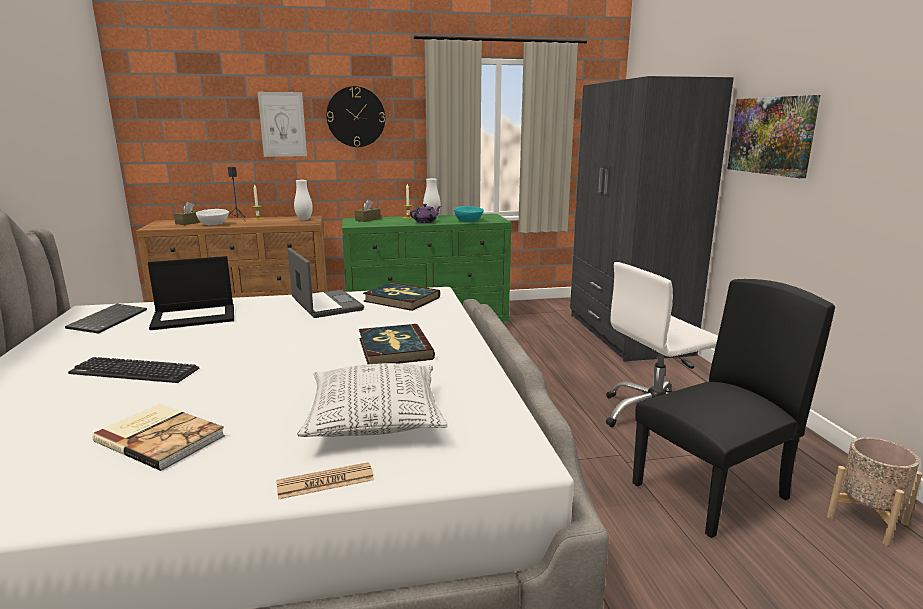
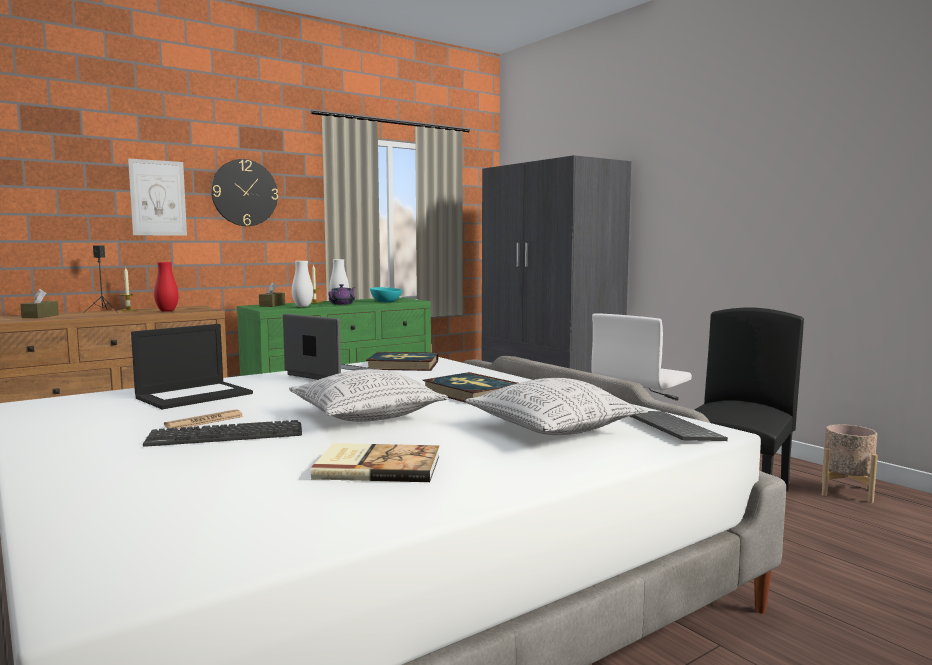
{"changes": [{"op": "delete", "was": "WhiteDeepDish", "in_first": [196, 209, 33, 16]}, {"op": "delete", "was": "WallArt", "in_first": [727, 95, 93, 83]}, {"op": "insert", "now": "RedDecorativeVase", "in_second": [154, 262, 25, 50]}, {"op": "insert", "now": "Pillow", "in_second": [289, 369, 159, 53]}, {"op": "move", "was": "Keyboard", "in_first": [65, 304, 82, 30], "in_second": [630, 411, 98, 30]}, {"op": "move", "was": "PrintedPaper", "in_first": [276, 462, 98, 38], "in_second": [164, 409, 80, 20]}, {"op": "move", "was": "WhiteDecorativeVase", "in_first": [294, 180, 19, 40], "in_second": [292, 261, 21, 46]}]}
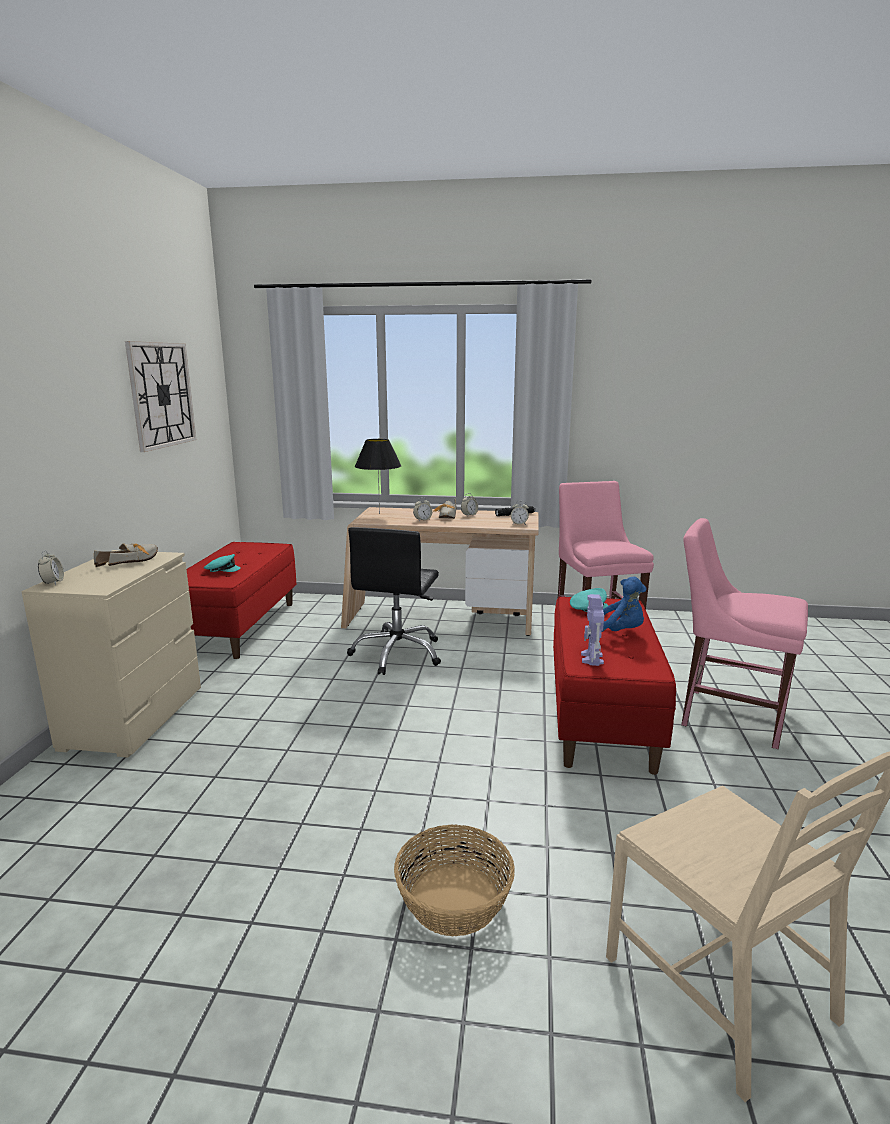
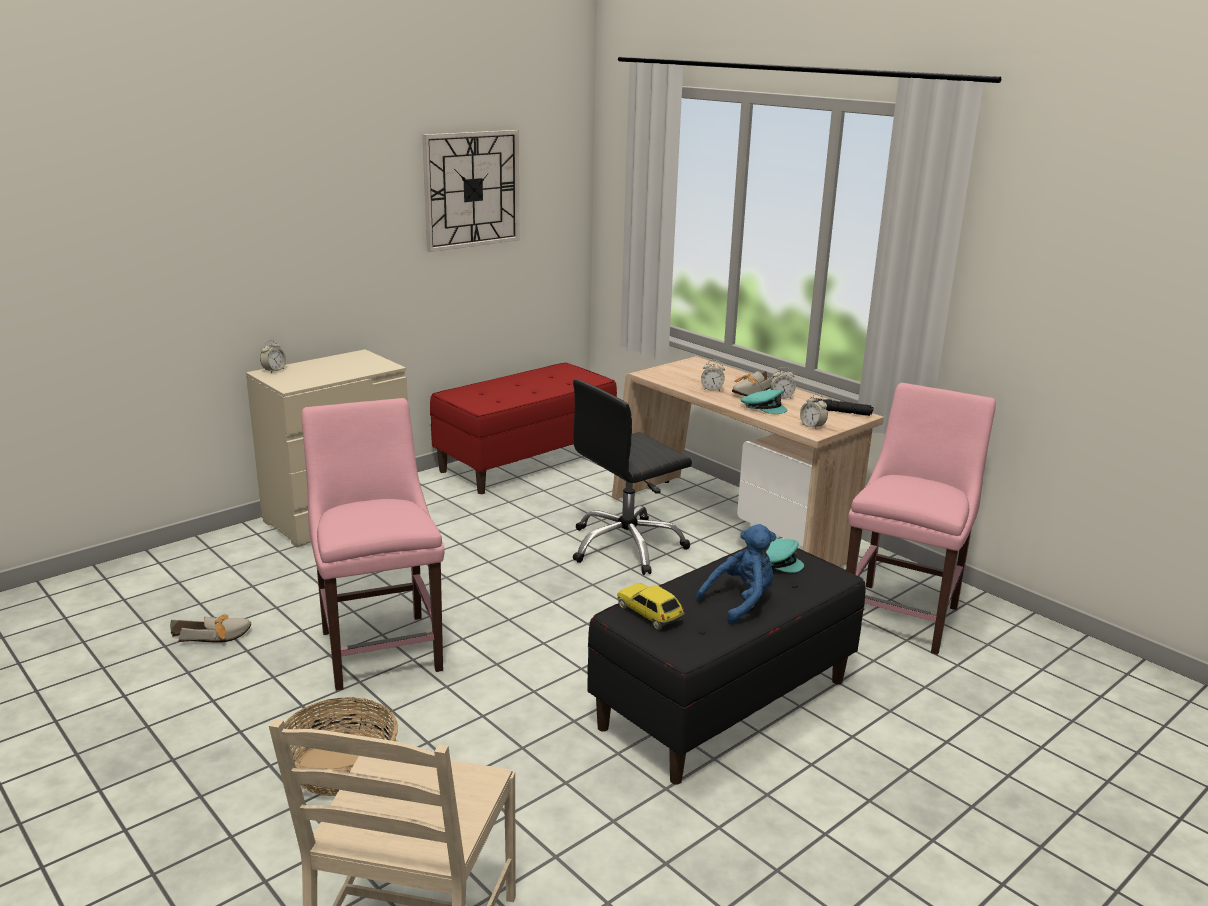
{"changes": [{"op": "delete", "was": "BlackTabletopLamp", "in_first": [355, 439, 47, 75]}, {"op": "move", "was": "LowShoe", "in_first": [94, 543, 64, 24], "in_second": [170, 614, 81, 29]}, {"op": "move", "was": "TurquoiseColouredPeakedCap", "in_first": [204, 554, 37, 18], "in_second": [740, 390, 48, 24]}, {"op": "move", "was": "PinkColouredChair", "in_first": [681, 518, 127, 231], "in_second": [301, 398, 143, 293]}, {"op": "replace", "was": "ModelRobot", "now": "ModelCar", "in_first": [581, 594, 23, 72], "in_second": [617, 583, 68, 47]}, {"op": "recolor", "was": "RedLongSeat", "now": "BlackLongSeat", "in_first": [553, 597, 123, 178], "in_second": [587, 547, 278, 238]}, {"op": "rotate", "was": "BlueColouredSoftToy", "in_first": [589, 577, 58, 59], "in_second": [696, 524, 80, 100], "clockwise": -90}]}
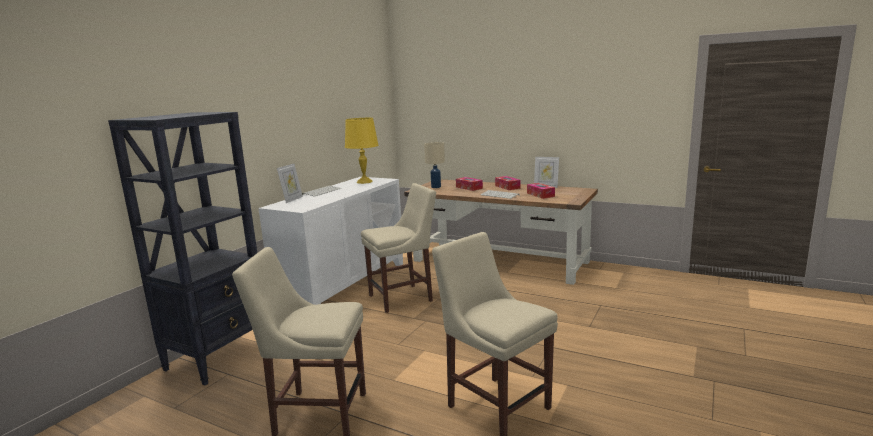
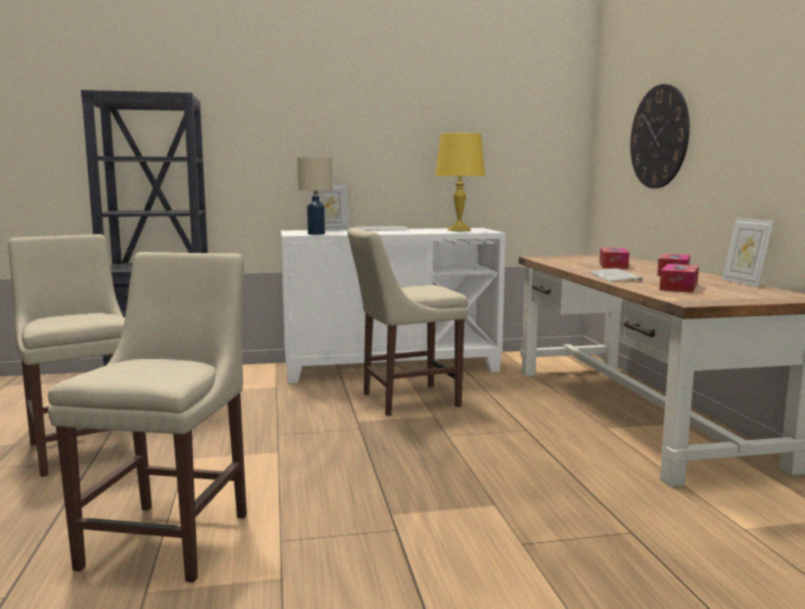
{"changes": [{"op": "insert", "now": "ClockOnTheWall", "in_second": [630, 84, 60, 104]}, {"op": "move", "was": "BeigeTabletopLamp", "in_first": [424, 142, 21, 46], "in_second": [297, 157, 35, 78]}, {"op": "rotate", "was": "BeigeChair", "in_first": [361, 183, 75, 130], "in_second": [347, 228, 121, 188], "clockwise": 135}]}
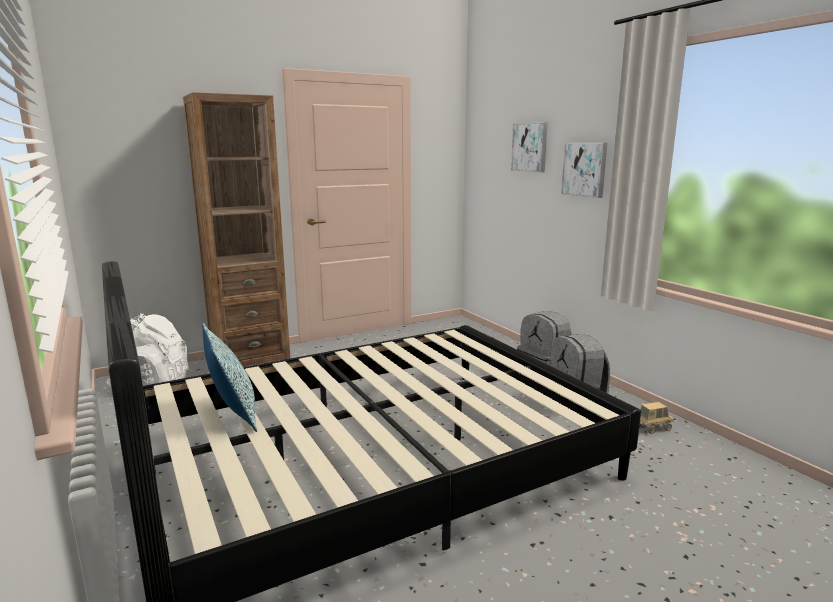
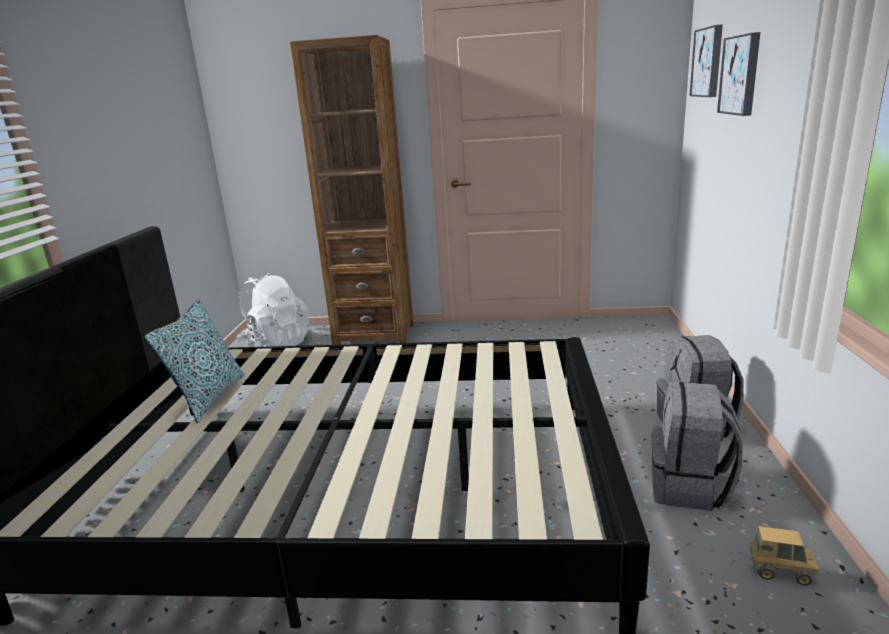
{"changes": [{"op": "move", "was": "WallArt", "in_first": [561, 143, 46, 55], "in_second": [689, 24, 34, 73]}]}
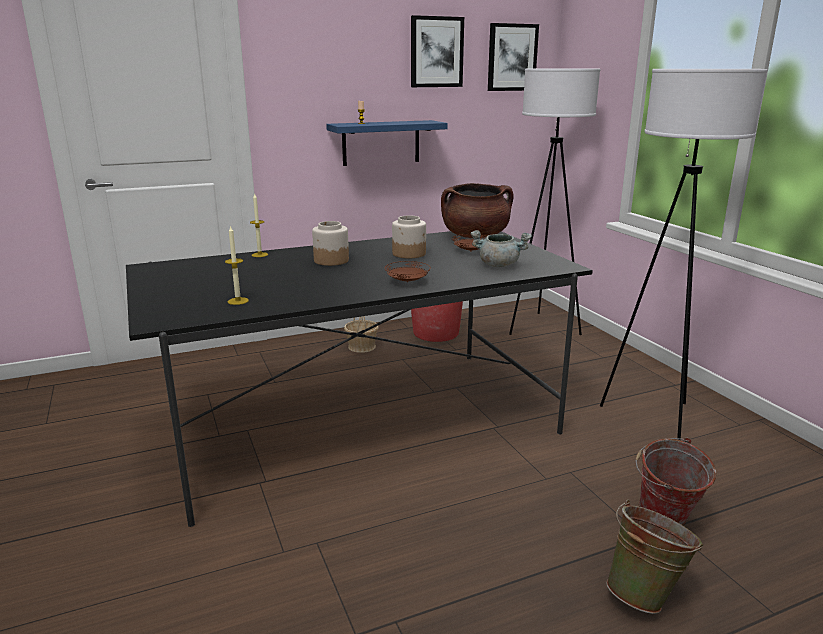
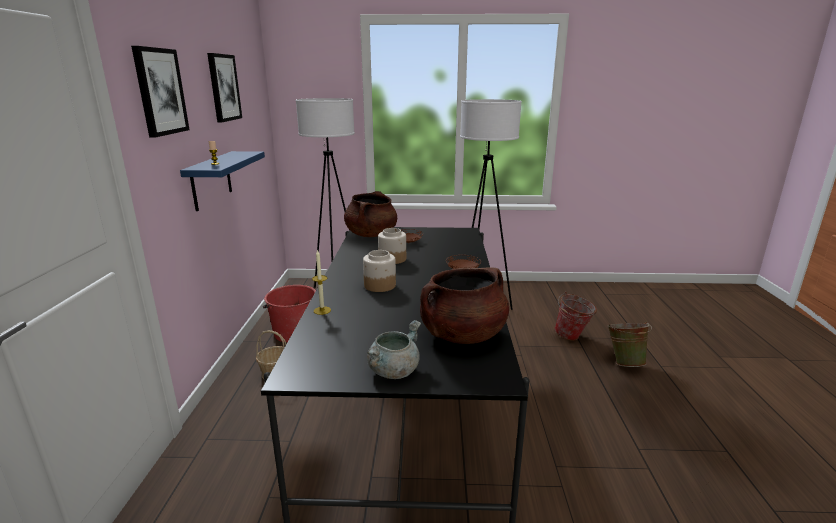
{"changes": [{"op": "move", "was": "GrayStockpot", "in_first": [470, 230, 62, 37], "in_second": [367, 320, 54, 59]}, {"op": "move", "was": "WallArt", "in_first": [488, 23, 51, 68], "in_second": [131, 46, 59, 92]}, {"op": "replace", "was": "Candle", "now": "BrownishStockpot", "in_first": [225, 225, 24, 80], "in_second": [420, 267, 89, 77]}]}
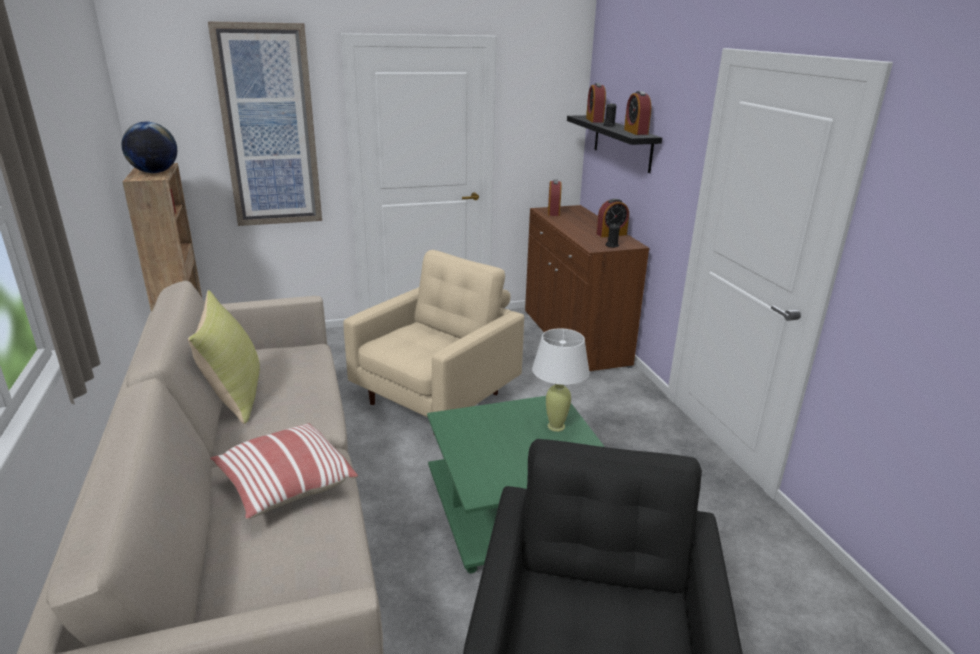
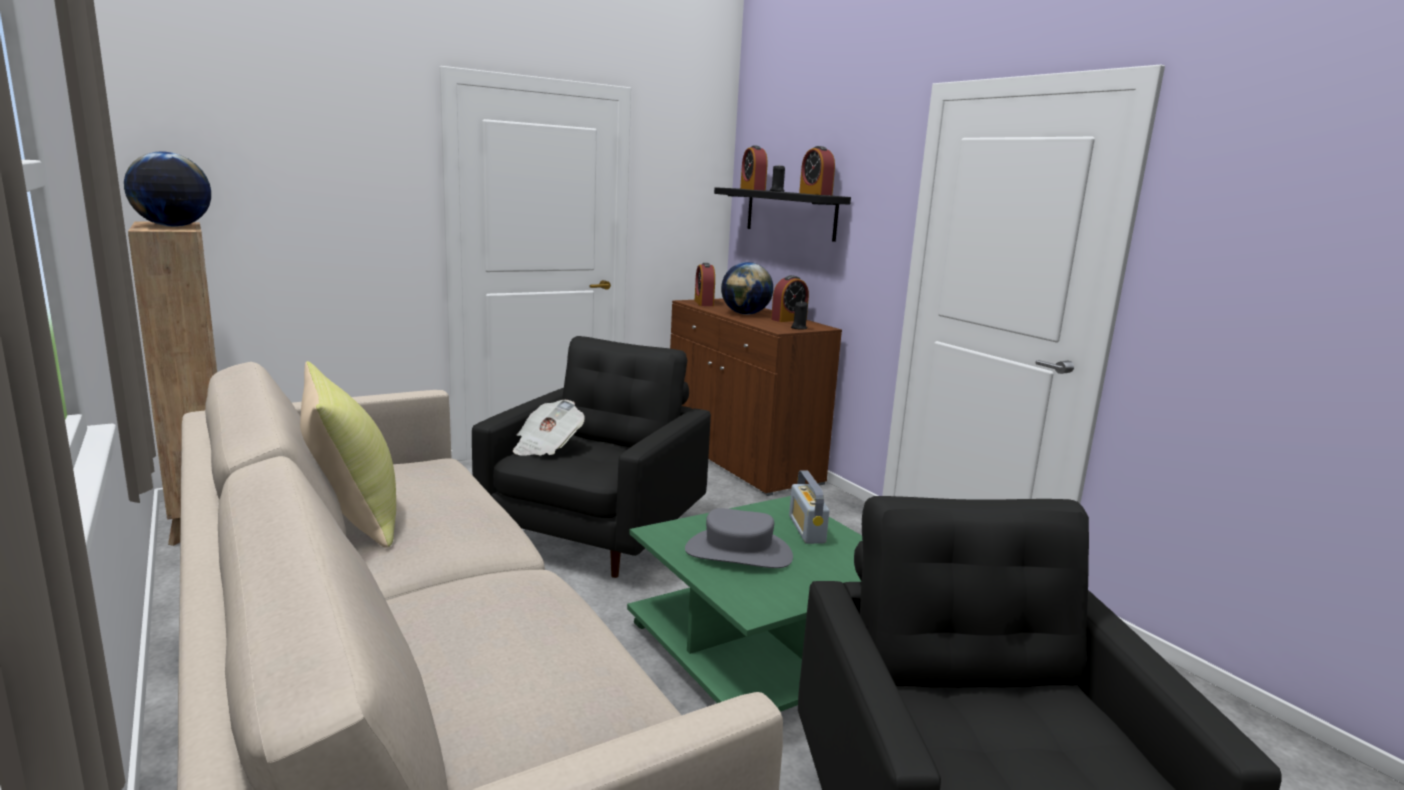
{"changes": [{"op": "delete", "was": "WallArt", "in_first": [208, 21, 114, 205]}, {"op": "delete", "was": "Pillow", "in_first": [210, 423, 148, 97]}, {"op": "insert", "now": "PrintedPaper", "in_second": [513, 400, 72, 56]}, {"op": "insert", "now": "GrayClothingHat", "in_second": [685, 508, 108, 60]}, {"op": "insert", "now": "WorldGlobe", "in_second": [721, 262, 52, 53]}, {"op": "replace", "was": "WhiteTabletopLamp", "now": "RadioReceiver", "in_first": [532, 328, 58, 104], "in_second": [789, 471, 40, 73]}, {"op": "recolor", "was": "BeigeLoungeChair", "now": "BlackLoungeChair", "in_first": [343, 250, 181, 186], "in_second": [472, 336, 239, 242]}]}
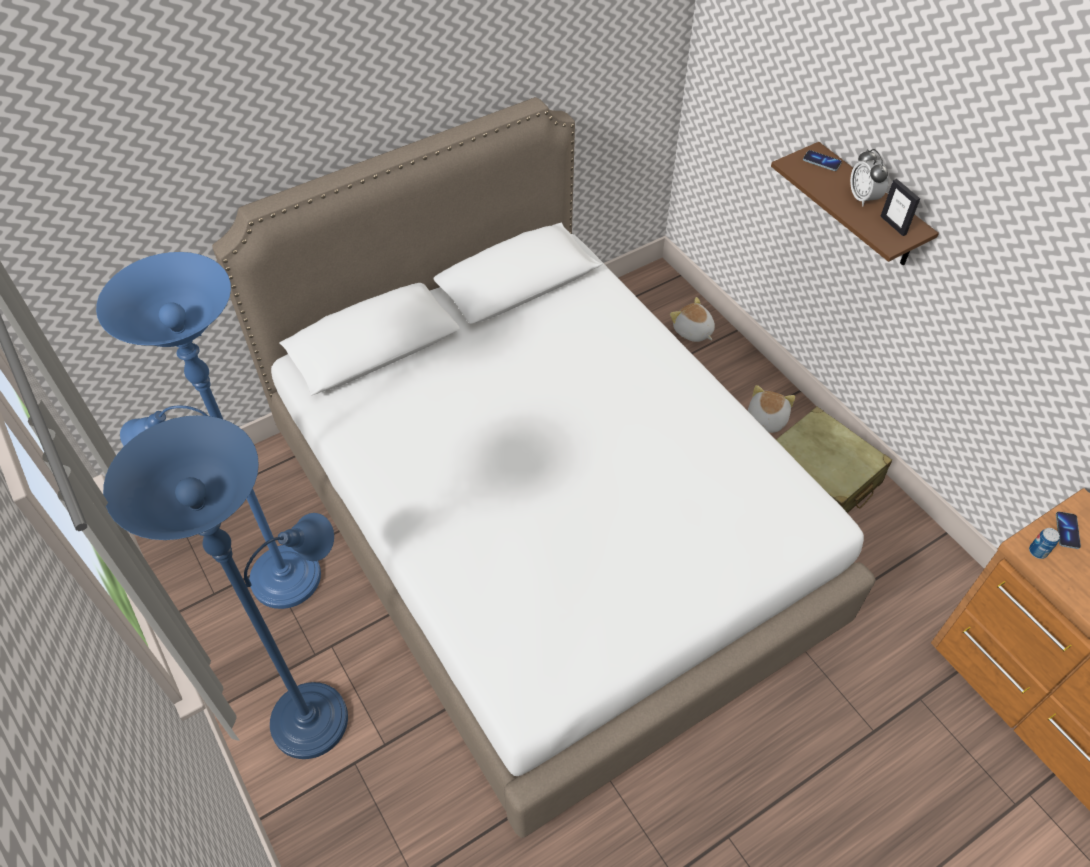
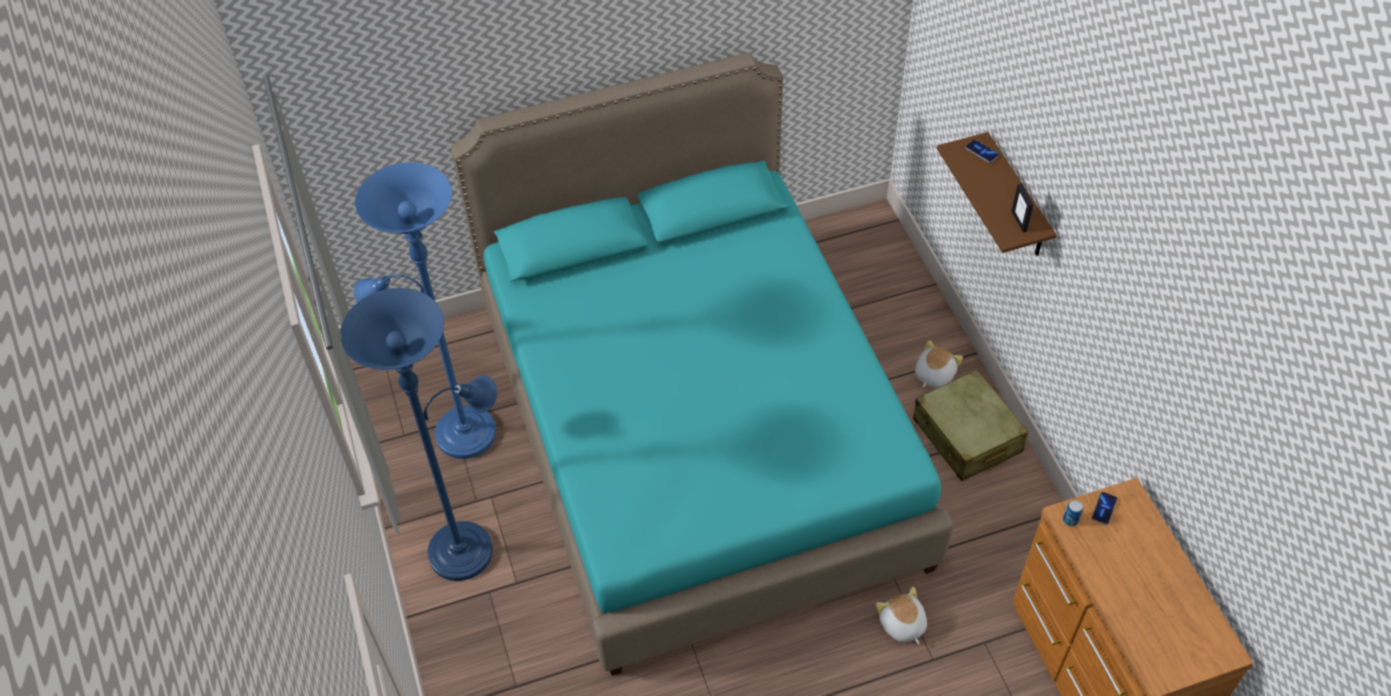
{"changes": [{"op": "delete", "was": "BedsideClock", "in_first": [850, 149, 38, 57]}, {"op": "move", "was": "SoftToy", "in_first": [670, 297, 45, 45], "in_second": [876, 587, 51, 58]}, {"op": "recolor", "was": "WhiteSleepingBed", "now": "TurquoiseColouredSleepingBed", "in_first": [212, 97, 664, 741], "in_second": [451, 53, 502, 623]}]}
